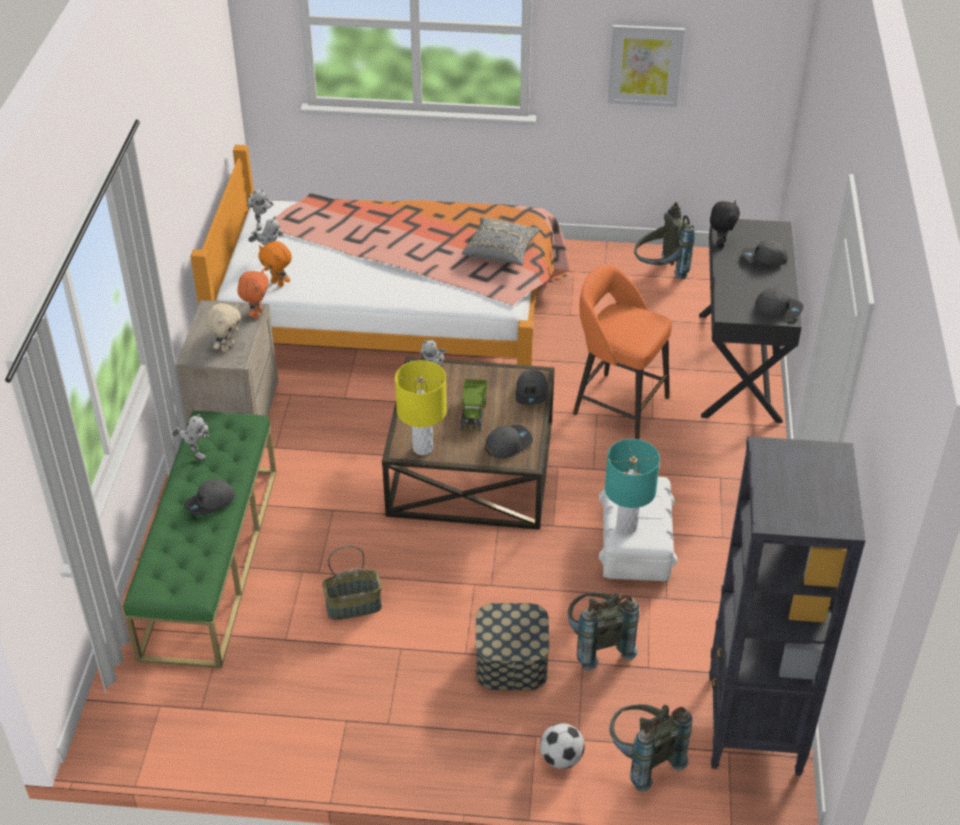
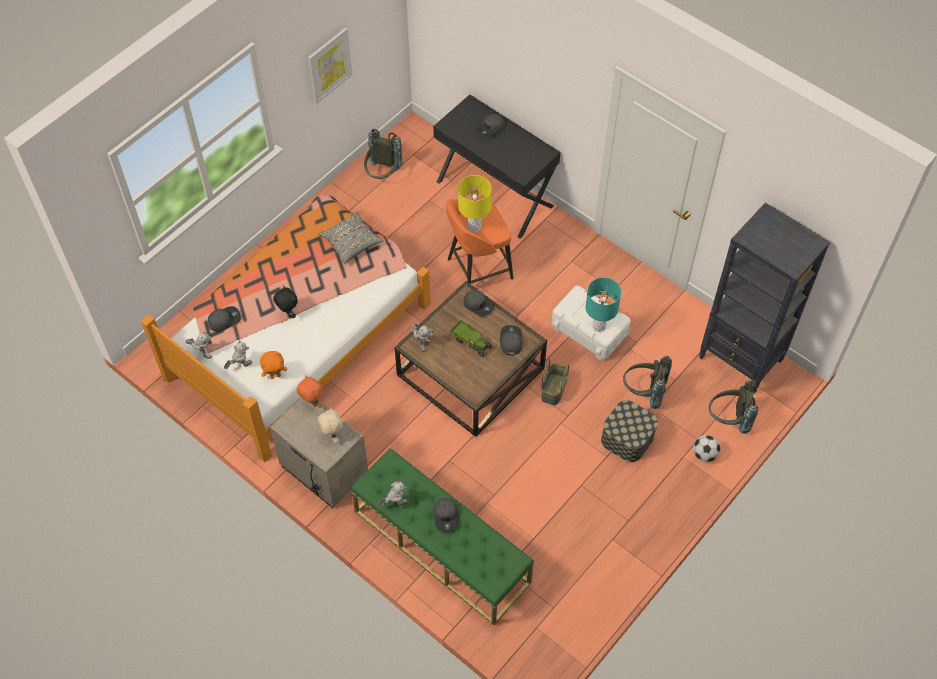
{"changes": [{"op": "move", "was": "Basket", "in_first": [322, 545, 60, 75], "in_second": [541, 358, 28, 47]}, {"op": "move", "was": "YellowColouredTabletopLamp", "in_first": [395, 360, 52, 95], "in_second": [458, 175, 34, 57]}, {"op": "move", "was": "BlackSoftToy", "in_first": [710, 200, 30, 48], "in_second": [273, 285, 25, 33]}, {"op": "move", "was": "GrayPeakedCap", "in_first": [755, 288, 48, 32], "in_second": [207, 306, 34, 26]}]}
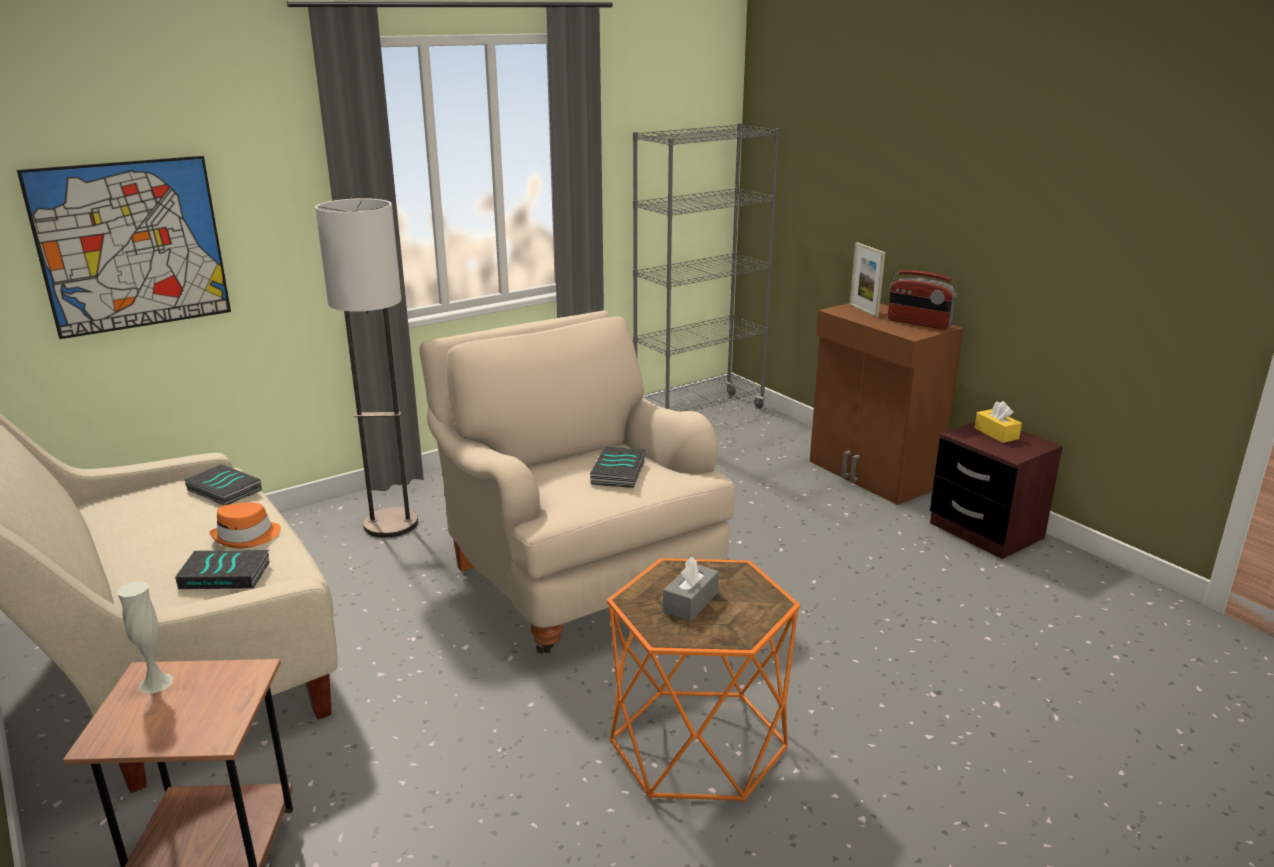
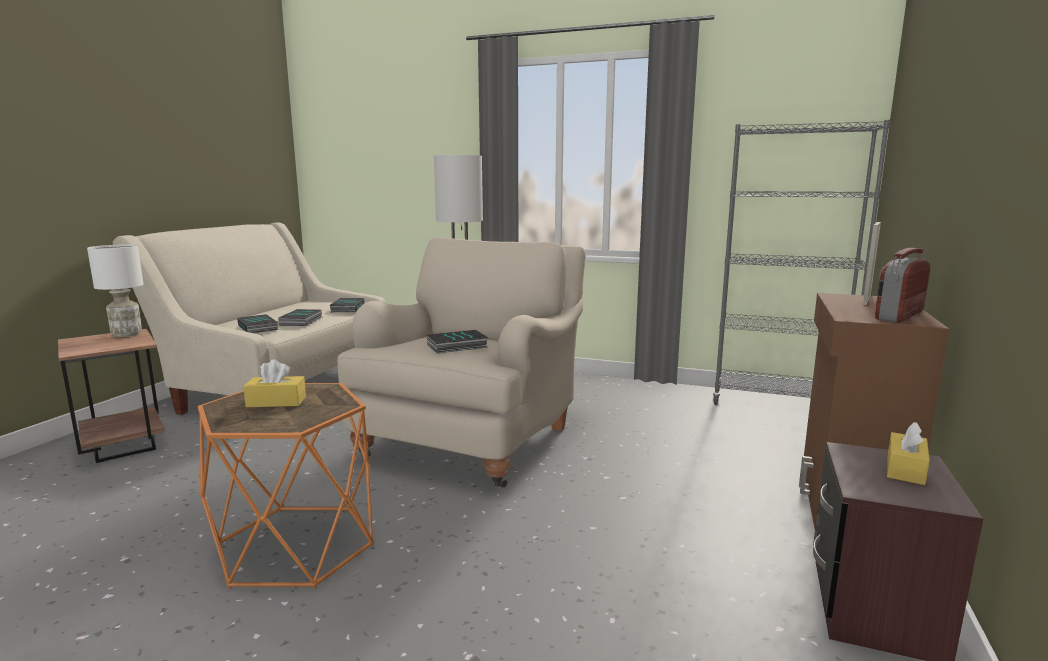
{"changes": [{"op": "delete", "was": "WallArt", "in_first": [17, 156, 214, 183]}, {"op": "replace", "was": "WhiteDecorativeVase", "now": "WhiteTabletopLamp", "in_first": [117, 581, 56, 112], "in_second": [87, 245, 56, 92]}, {"op": "replace", "was": "OrangeClothingHat", "now": "BoundBook", "in_first": [210, 502, 71, 46], "in_second": [278, 309, 44, 17]}, {"op": "recolor", "was": "GrayTissueBox", "now": "YellowColouredTissueBox", "in_first": [663, 557, 56, 64], "in_second": [243, 359, 63, 48]}, {"op": "rotate", "was": "RadioReceiver", "in_first": [888, 270, 70, 60], "in_second": [875, 248, 55, 75], "clockwise": 45}]}
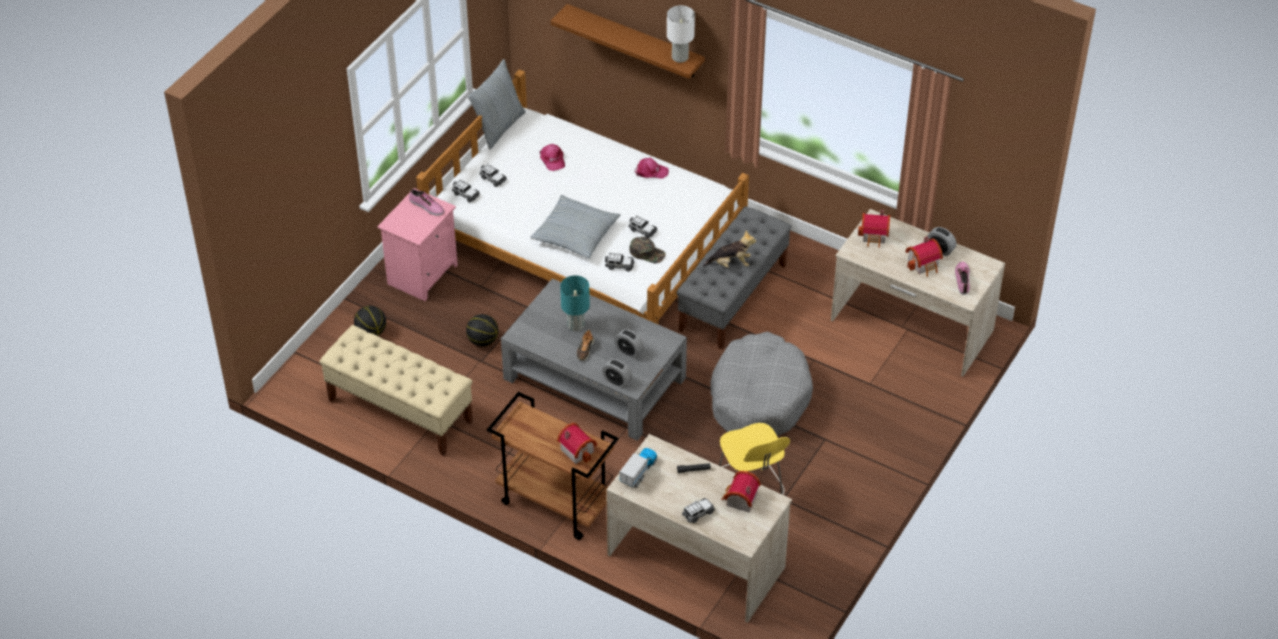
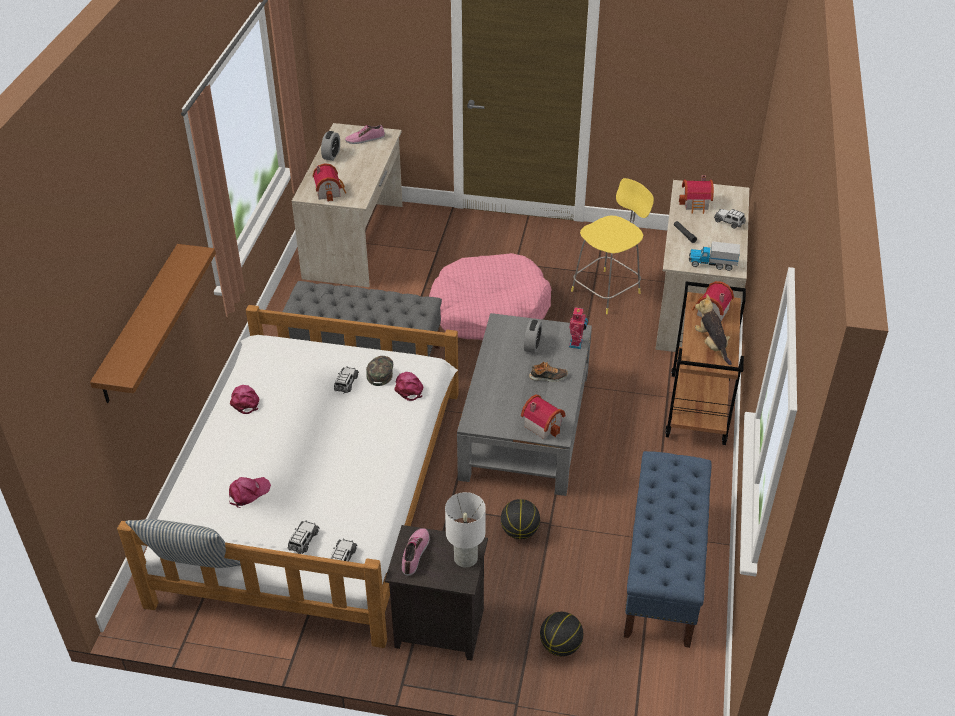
{"changes": [{"op": "delete", "was": "Pillow", "in_first": [530, 195, 91, 64]}, {"op": "delete", "was": "TurquoiseColouredTabletopLamp", "in_first": [560, 275, 30, 56]}, {"op": "move", "was": "WhiteTabletopLamp", "in_first": [667, 5, 28, 58], "in_second": [445, 492, 41, 76]}, {"op": "move", "was": "SoftToy", "in_first": [703, 230, 53, 38], "in_second": [695, 294, 37, 71]}, {"op": "move", "was": "ModelHouse", "in_first": [905, 236, 38, 41], "in_second": [521, 394, 45, 45]}, {"op": "replace", "was": "BedsideClock", "now": "ModelRobot", "in_first": [602, 359, 31, 29], "in_second": [569, 306, 19, 43]}, {"op": "replace", "was": "ModelCar", "now": "PinkColouredPeakedCap", "in_first": [605, 253, 29, 19], "in_second": [395, 372, 28, 29]}, {"op": "recolor", "was": "BeigeLongSeat", "now": "BlueColouredLongSeat", "in_first": [320, 325, 153, 131], "in_second": [624, 451, 88, 197]}, {"op": "recolor", "was": "PinkColouredBedsideTable", "now": "BlackBedsideTable", "in_first": [377, 188, 81, 113], "in_second": [385, 525, 103, 136]}, {"op": "recolor", "was": "GrayDogCushion", "now": "PinkColouredDogCushion", "in_first": [711, 331, 102, 105], "in_second": [429, 253, 122, 87]}]}
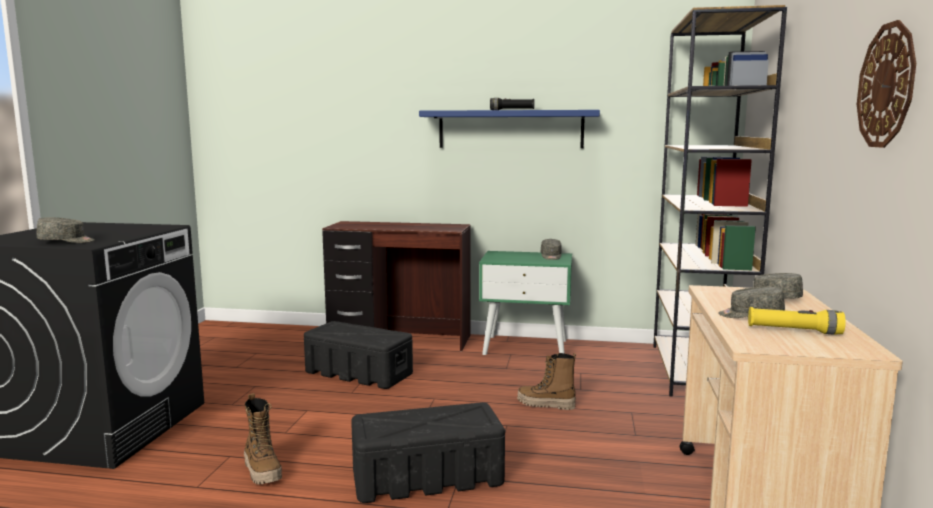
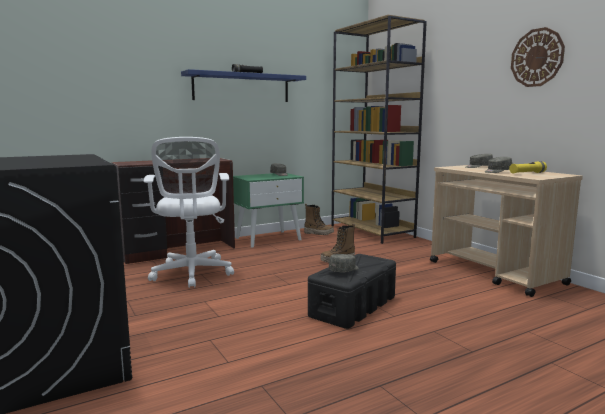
{"changes": [{"op": "move", "was": "GrayPeakedCap", "in_first": [36, 217, 59, 26], "in_second": [329, 254, 30, 18]}, {"op": "move", "was": "HighTopBoot", "in_first": [244, 393, 38, 92], "in_second": [304, 204, 30, 31]}, {"op": "replace", "was": "BlackStorageContainer", "now": "WhiteDeskChair", "in_first": [304, 321, 109, 68], "in_second": [144, 137, 90, 151]}]}
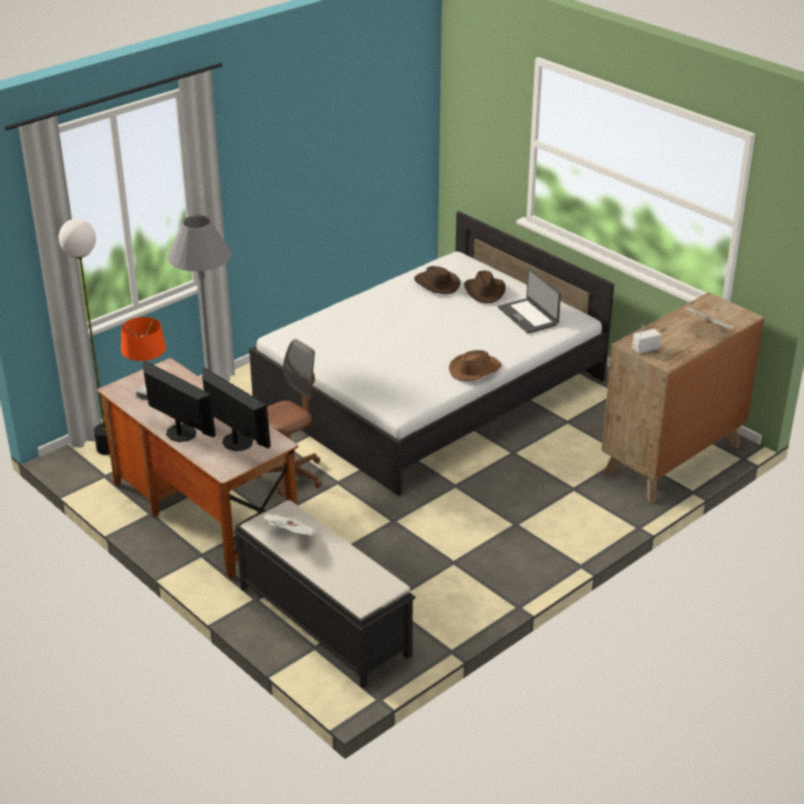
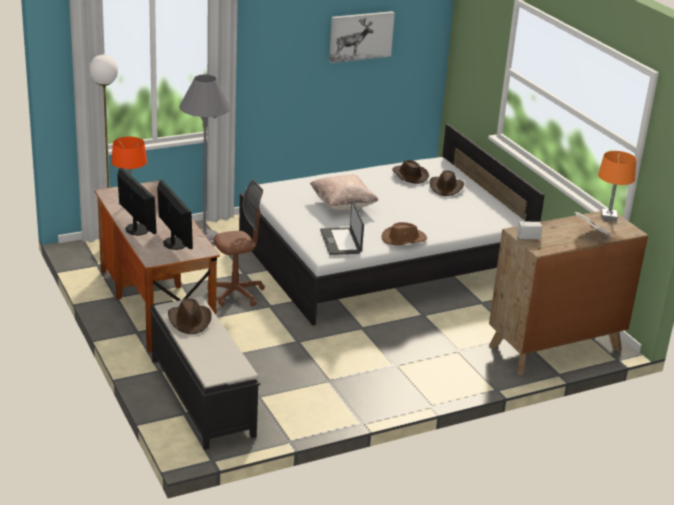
{"changes": [{"op": "insert", "now": "BeigePillow", "in_second": [310, 174, 68, 36]}, {"op": "insert", "now": "WallArt", "in_second": [329, 11, 66, 52]}, {"op": "insert", "now": "OrangeTabletopLamp", "in_second": [598, 151, 39, 70]}, {"op": "move", "was": "Laptop", "in_first": [498, 269, 63, 65], "in_second": [320, 200, 44, 55]}, {"op": "replace", "was": "PrintedPaper", "now": "BrownishClothingHat", "in_first": [264, 514, 56, 22], "in_second": [168, 298, 44, 36]}]}
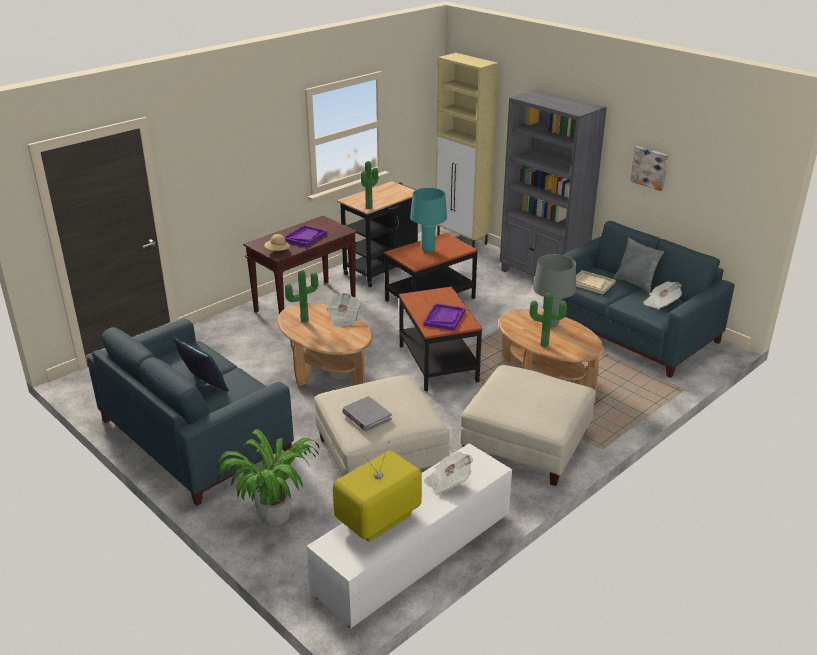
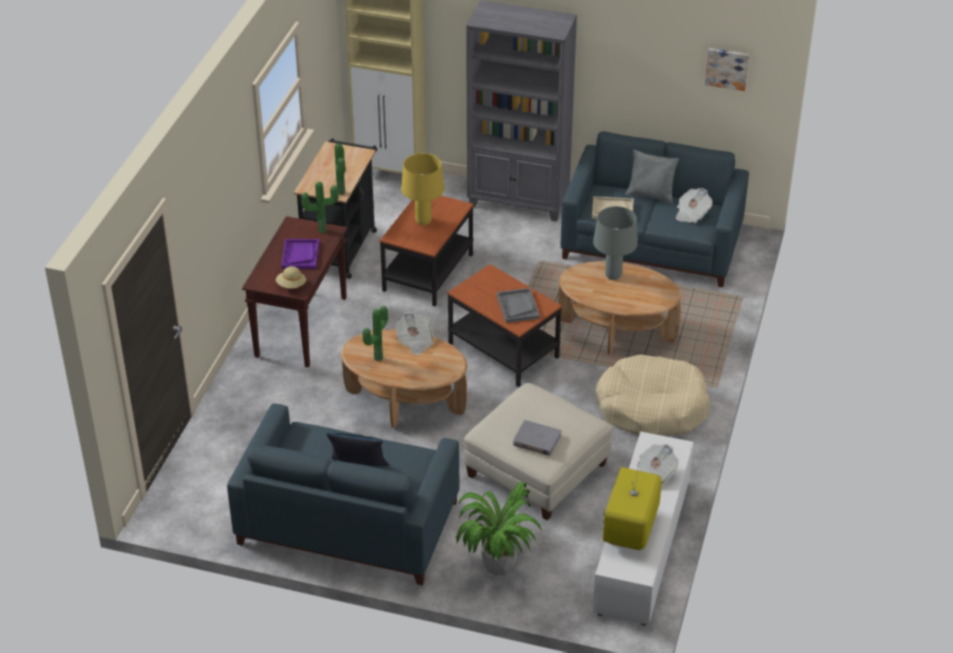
{"changes": [{"op": "move", "was": "Houseplant", "in_first": [530, 293, 37, 54], "in_second": [301, 182, 38, 51]}, {"op": "move", "was": "WallArt", "in_first": [630, 146, 39, 45], "in_second": [705, 48, 44, 43]}, {"op": "replace", "was": "BeigeFootrest", "now": "BeigeDogCushion", "in_first": [461, 365, 135, 121], "in_second": [596, 354, 114, 81]}, {"op": "recolor", "was": "TurquoiseColouredTabletopLamp", "now": "YellowColouredTabletopLamp", "in_first": [410, 188, 37, 64], "in_second": [401, 153, 43, 73]}, {"op": "recolor", "was": "PurpleColouredTray", "now": "GrayTray", "in_first": [423, 303, 42, 28], "in_second": [497, 288, 43, 35]}]}
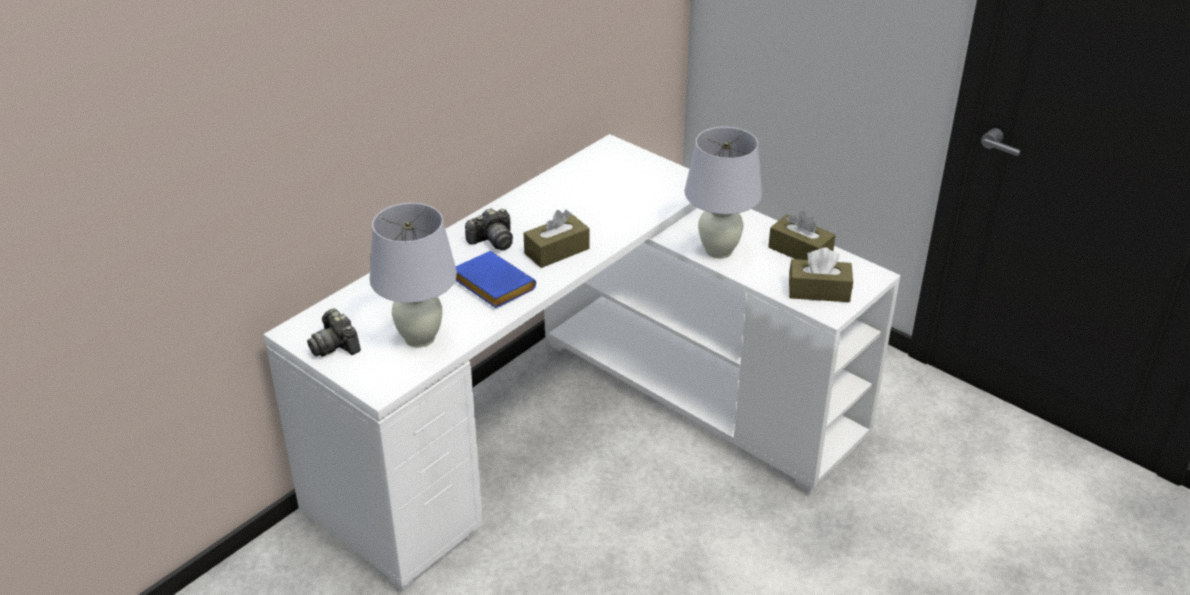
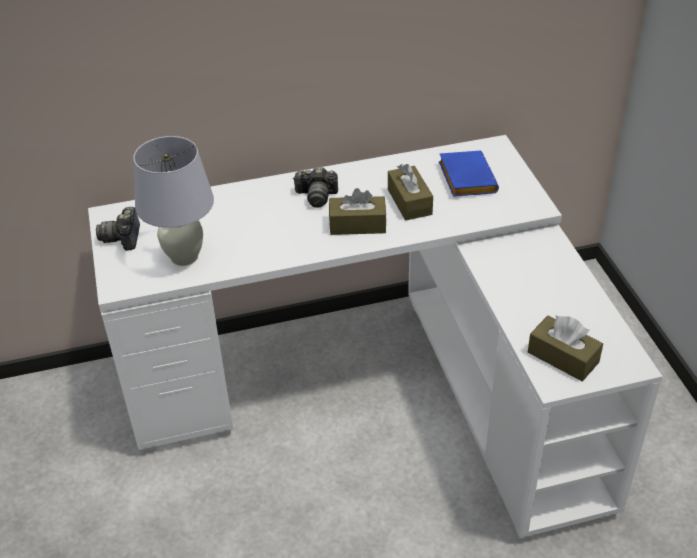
{"changes": [{"op": "delete", "was": "WhiteTabletopLamp", "in_first": [685, 127, 77, 131]}, {"op": "move", "was": "BlueColouredBoundBook", "in_first": [455, 251, 81, 57], "in_second": [439, 151, 60, 46]}, {"op": "move", "was": "BrownishTissueBox", "in_first": [768, 211, 68, 49], "in_second": [388, 164, 45, 57]}]}
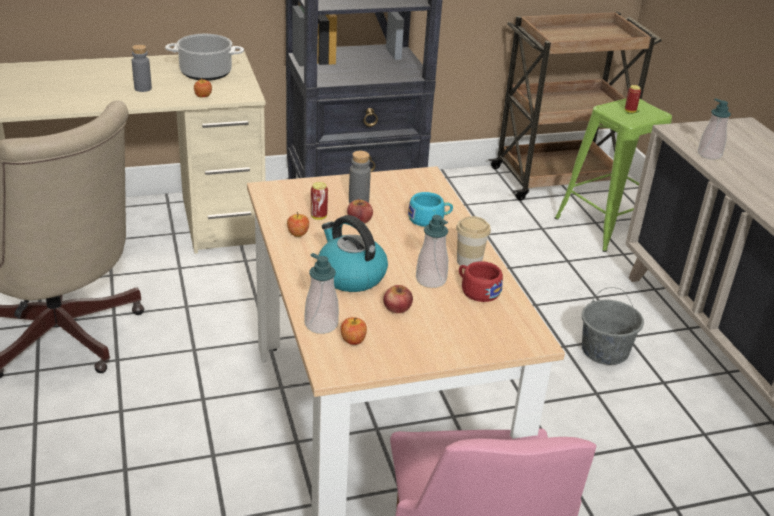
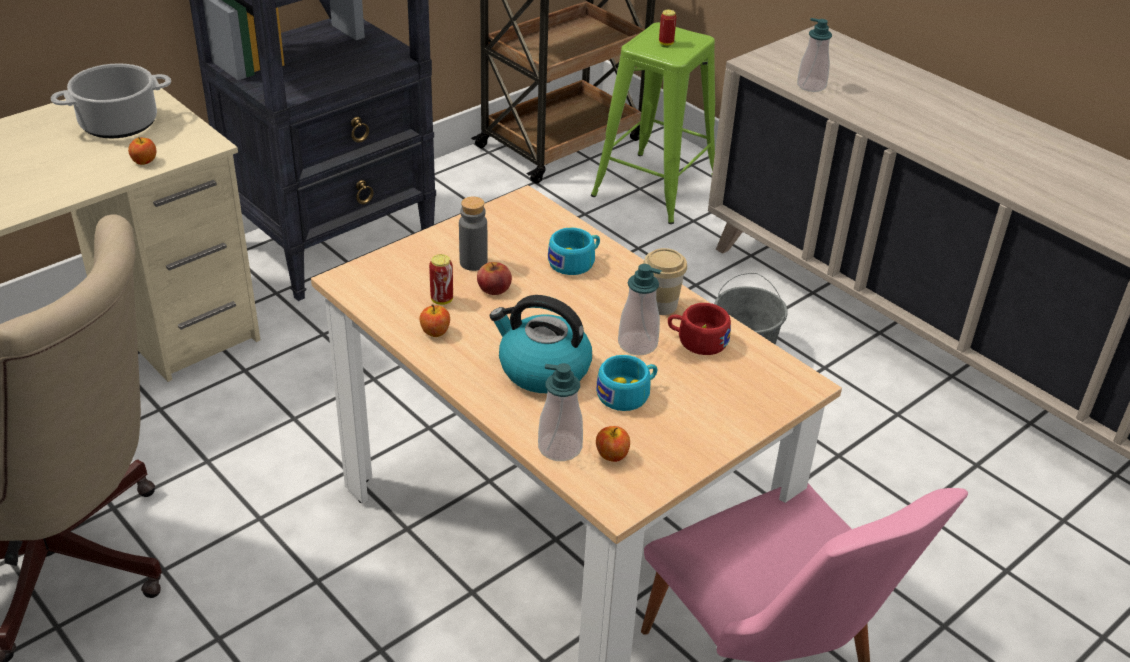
{"changes": [{"op": "delete", "was": "GrayBottle", "in_first": [132, 45, 20, 47]}, {"op": "replace", "was": "WholeApple", "now": "TurquoiseColouredSmallCup", "in_first": [383, 285, 30, 28], "in_second": [596, 355, 61, 56]}]}
